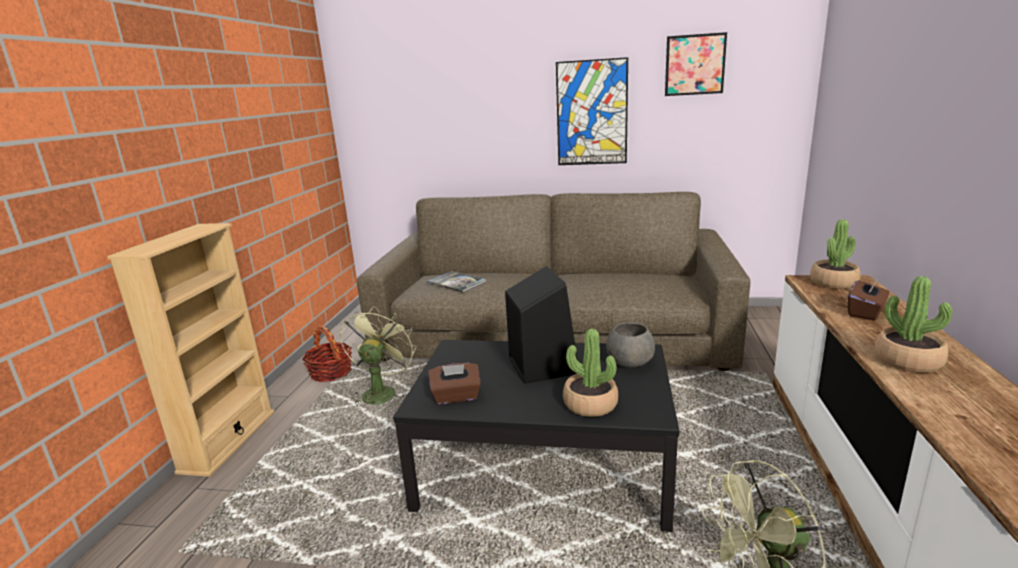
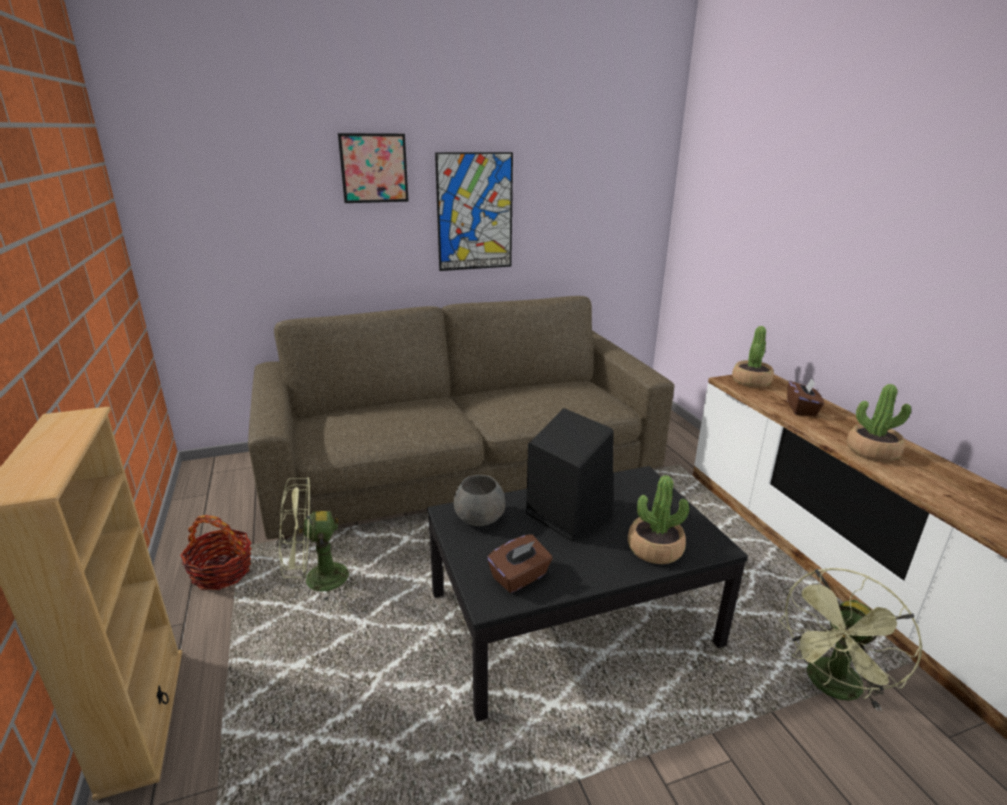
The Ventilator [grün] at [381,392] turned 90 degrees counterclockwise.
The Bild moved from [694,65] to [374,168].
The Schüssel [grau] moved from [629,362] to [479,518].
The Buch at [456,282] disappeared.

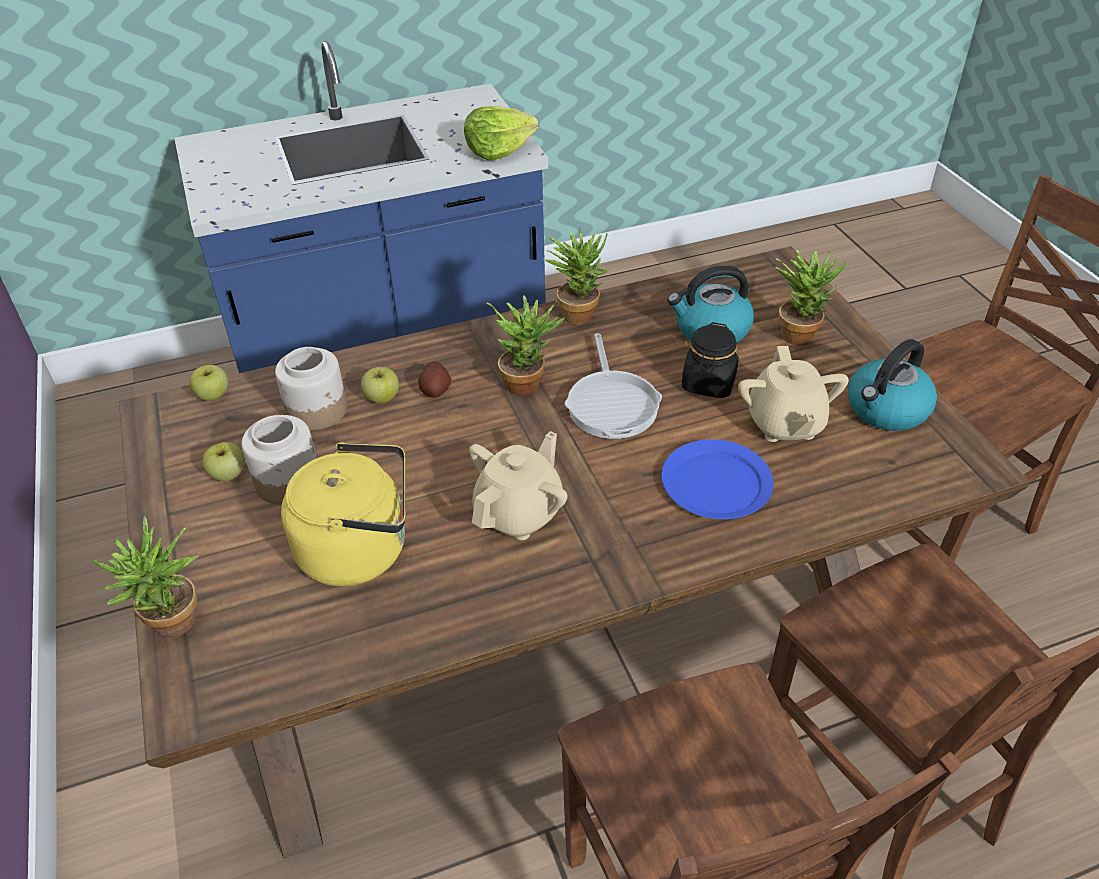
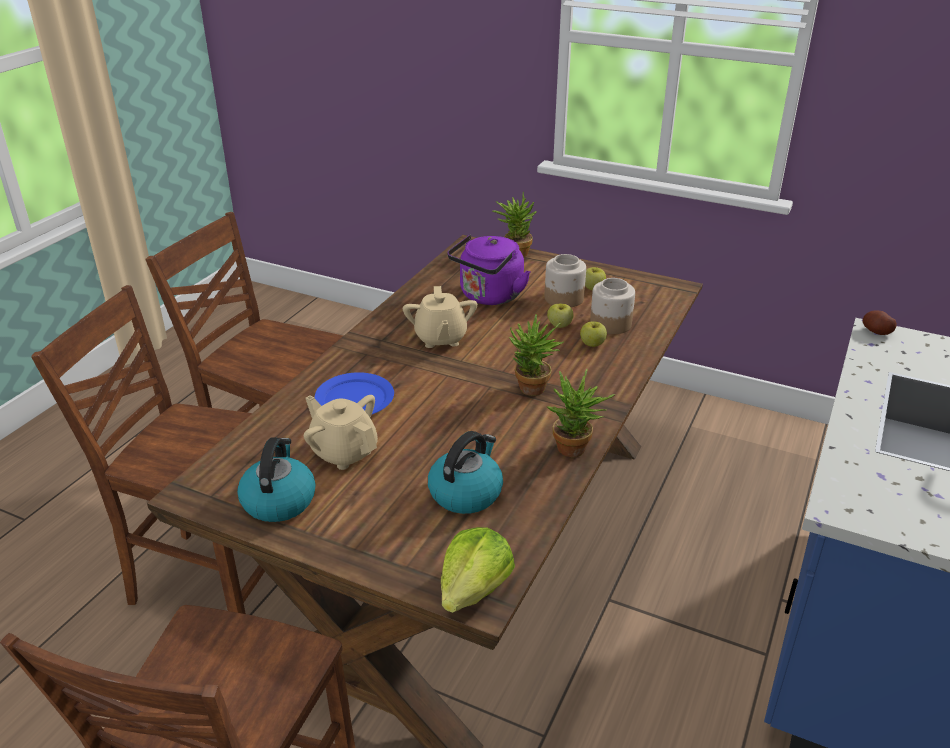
The Salatkopf moved from [498,150] to [474,589].
The Wasserkessel [gelb] at [360,549] became the Wasserkessel [lila] at [489,297].
The Apfel moved from [213,395] to [559,325].
The Kartoffel moved from [436,390] to [876,331].
The Pfanne at [612,404] disappeared.
The Vorratsglas [schwarz] at [708,383] disappeared.
The Topfpflanze at [800,332] disappeared.

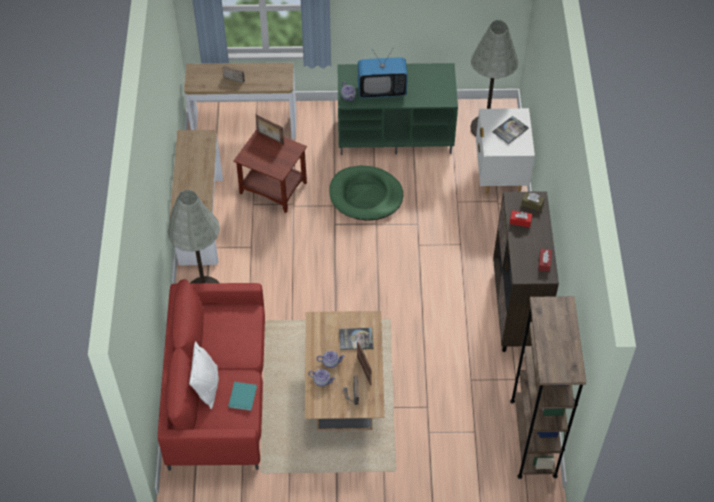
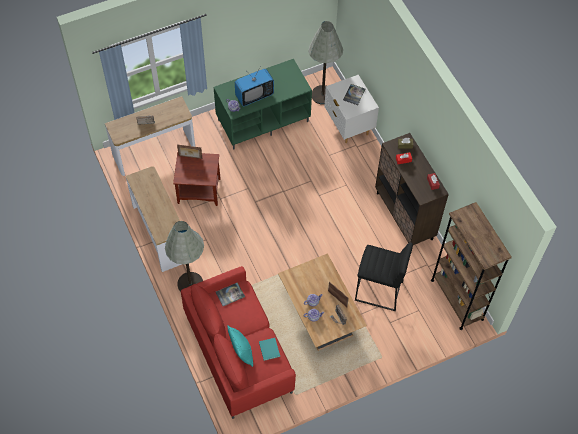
The Buch moved from [356,339] to [230,294].
The Kissen [weiß] at [207,387] became the Kissen [türkis] at [242,352].
The Hocker [schwarz] at [378,291] appeared.
The Hundebett [grün] at [365,195] disappeared.

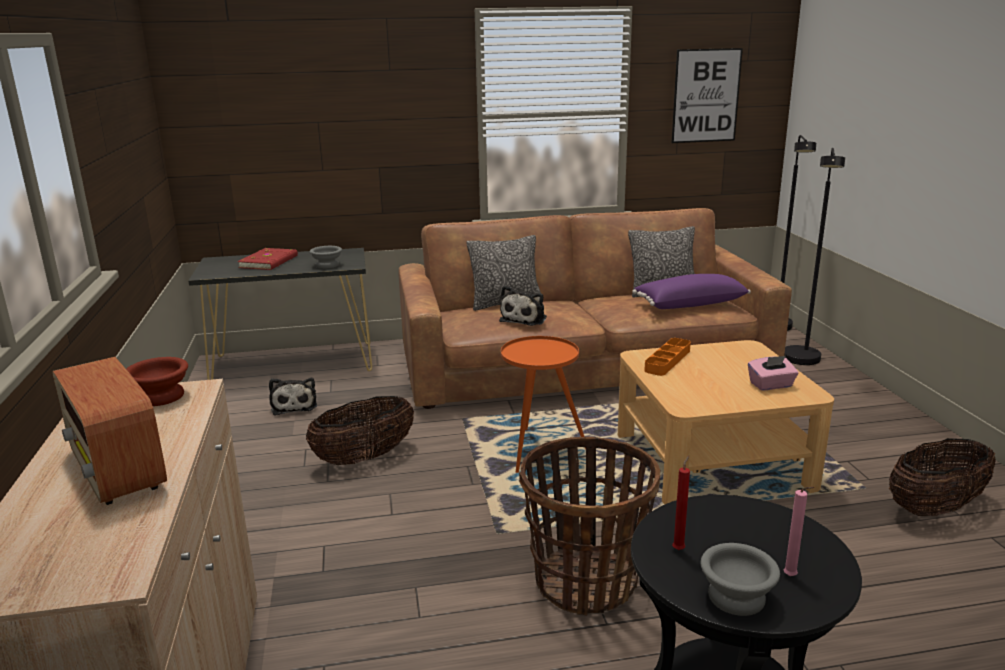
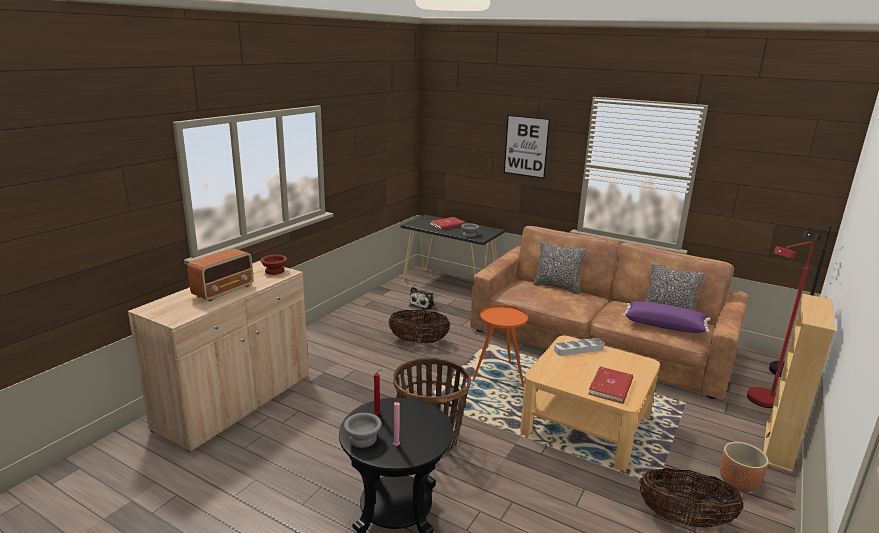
The Radio at [117,470] turned 150 degrees counterclockwise.
The Bild moved from [706,96] to [526,146].
The Tablett [orange] at [667,360] became the Tablett [grau] at [578,349].
The Taschentuchbox [rosa] at [771,385] was replaced by the Buch [rot] at [611,387].
The Pflanzkübel [braun] at [738,483] appeared.
The Stehlampe [schwarz] at [802,362] became the Stehlampe [rot] at [758,402].
The Bücherregal [beige] at [778,446] appeared.
The Plüschtier at [525,319] disappeared.

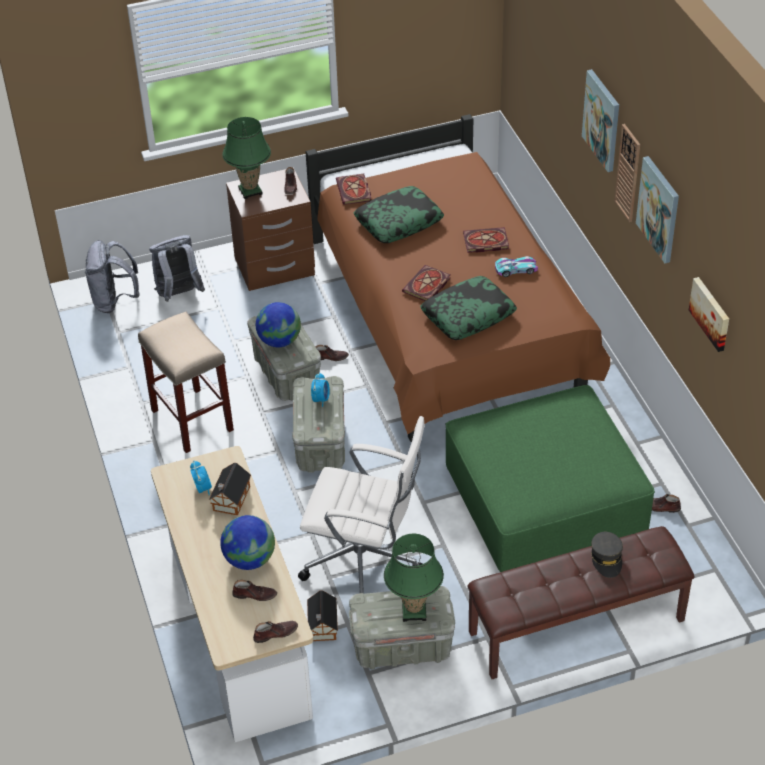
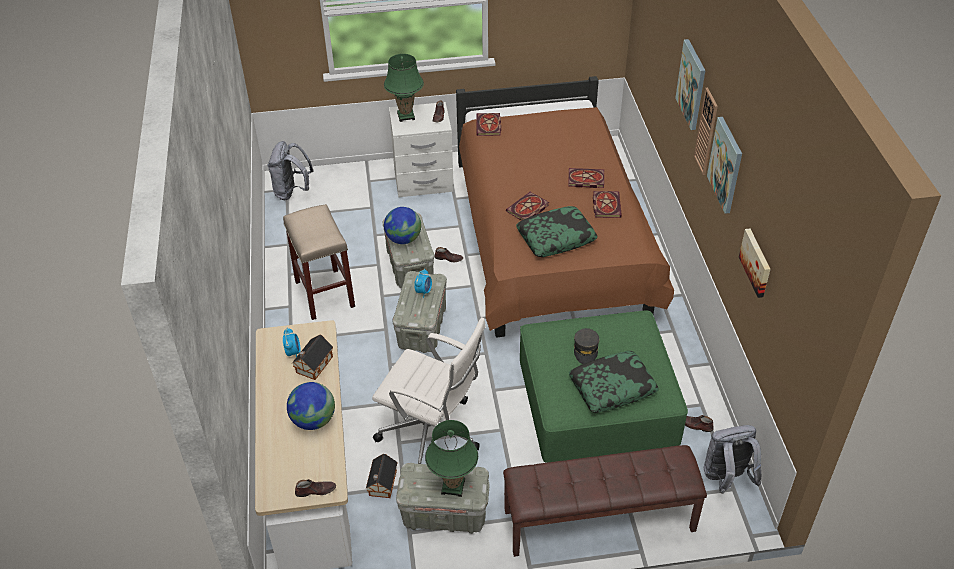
The Nachttisch [braun] at [275,267] became the Nachttisch [weiß] at [423,181].
The Kissen moved from [398,222] to [612,387].
The Kappe [grau] moved from [606,558] to [586,350].
The Spielzeugauto at [516,269] was replaced by the Buch at [606,205].
The Rucksack [grau] moved from [179,294] to [726,478].
The Schuh [braun] at [255,594] disappeared.

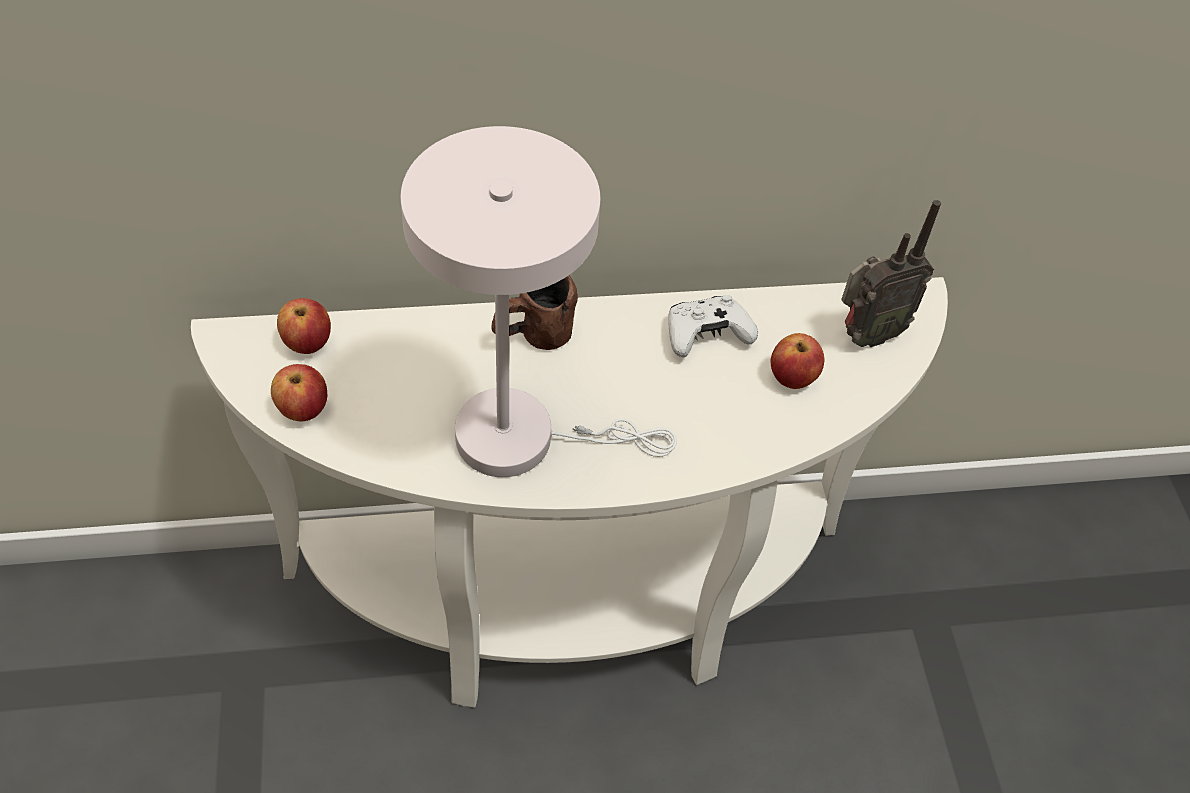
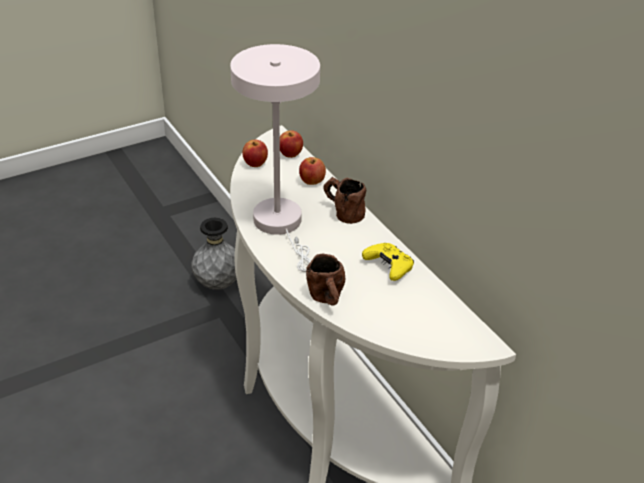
The Vase [grau] at [218,284] appeared.
The Apfel moved from [792,377] to [312,182].
The Henkelbecher [braun] at [327,300] appeared.
The Gamepad [weiß] at [706,335] became the Gamepad [gelb] at [389,267].
The Radio at [865,334] disappeared.

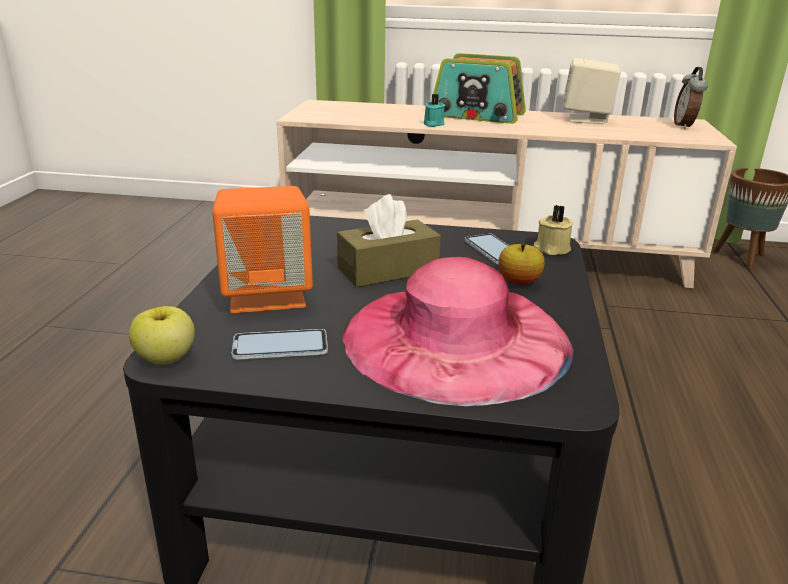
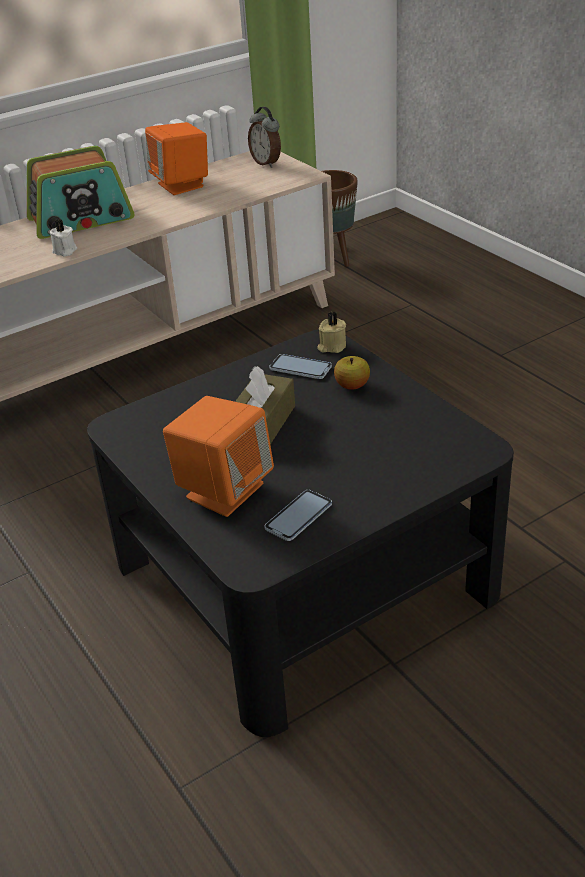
The Kerze [türkis] at [433,124] became the Kerze [weiß] at [64,251].
The Lautsprecher [beige] at [586,119] became the Lautsprecher [orange] at [181,185].
The Apfel at [166,359] disappeared.
The Hut [rosa] at [456,338] disappeared.

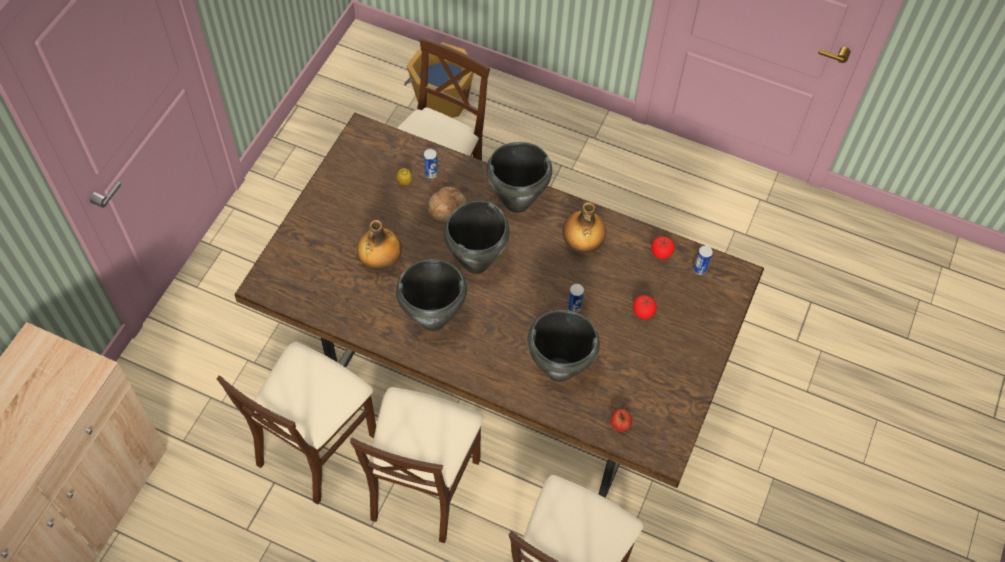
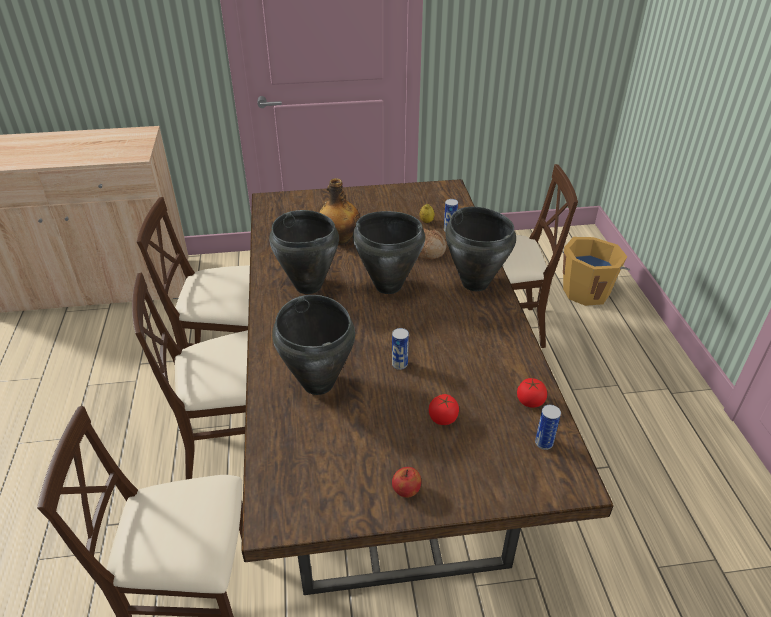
The Apfel moved from [620,424] to [406,491].
The Flasche at [581,245] disappeared.

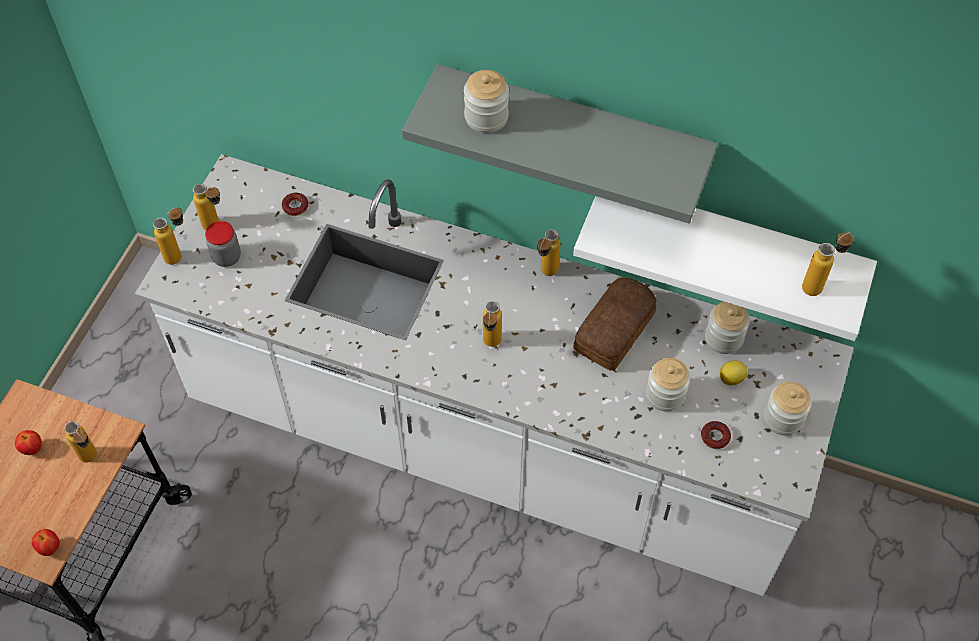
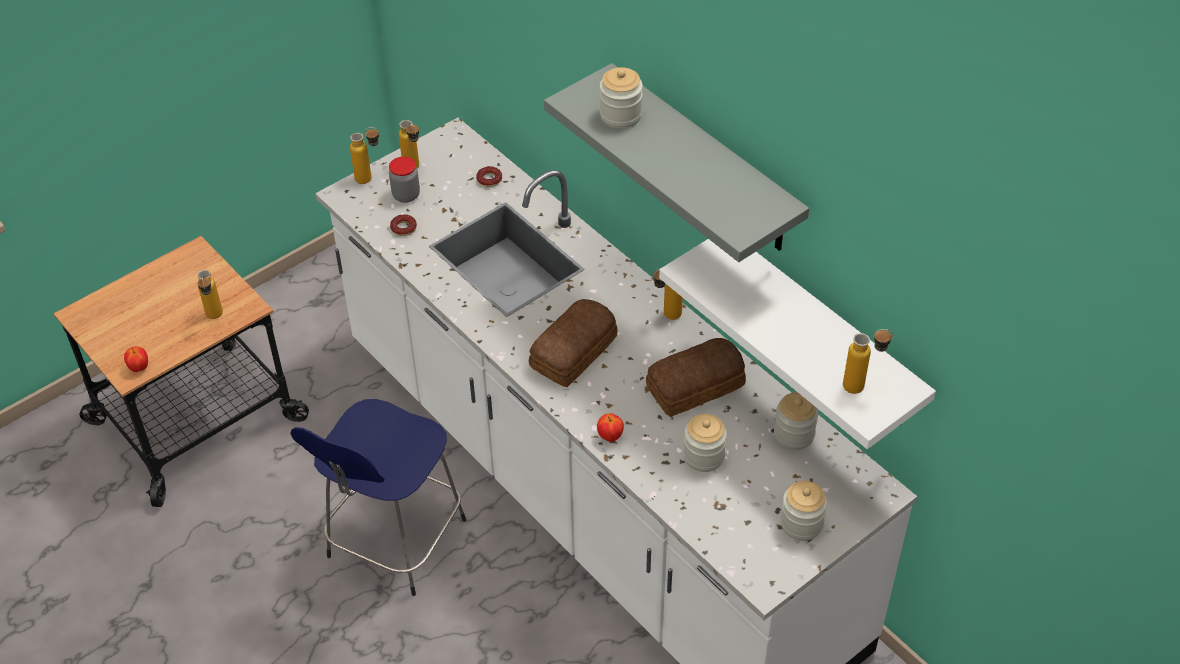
The Hocker [blau] at [394,542] appeared.
The Donut moved from [715,437] to [403,228].
The Flasche at [491,346] was replaced by the Brot at [576,352].
The Apfel moved from [32,449] to [610,437].
The Zitrone at [732,378] disappeared.

